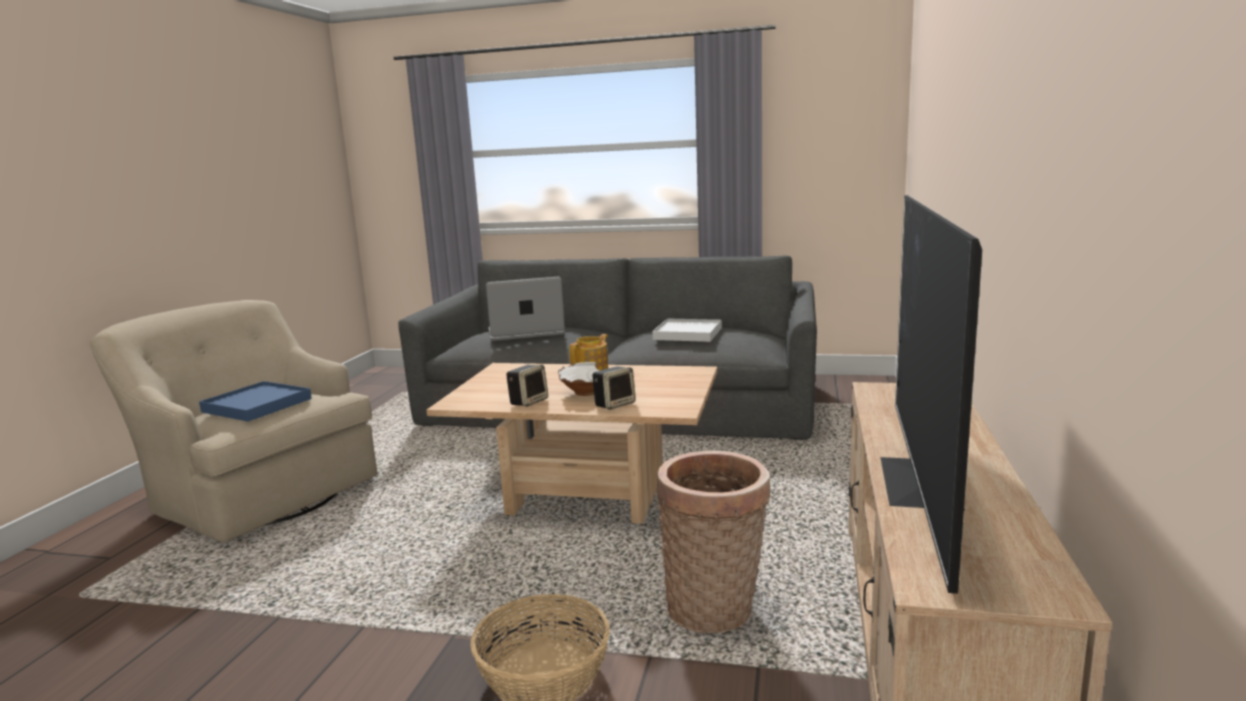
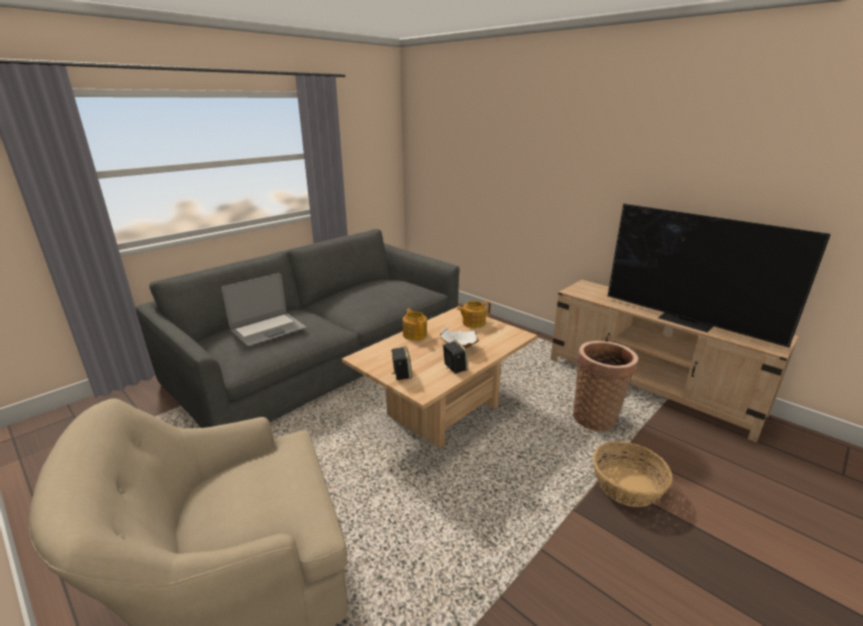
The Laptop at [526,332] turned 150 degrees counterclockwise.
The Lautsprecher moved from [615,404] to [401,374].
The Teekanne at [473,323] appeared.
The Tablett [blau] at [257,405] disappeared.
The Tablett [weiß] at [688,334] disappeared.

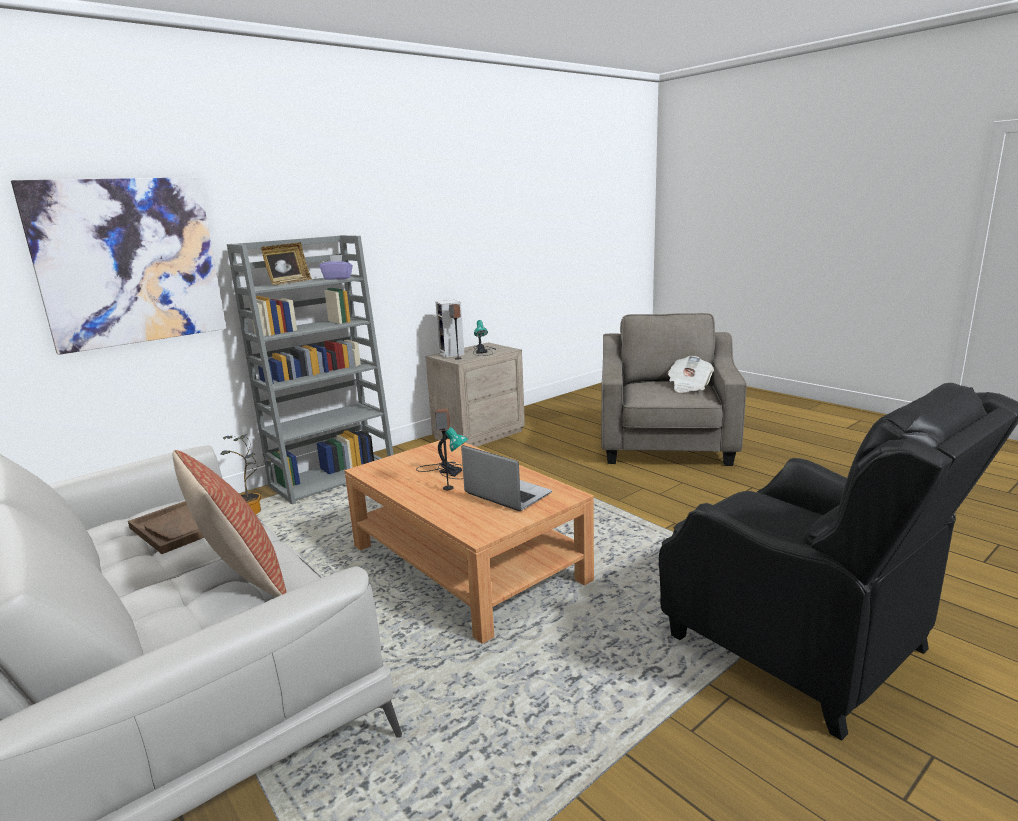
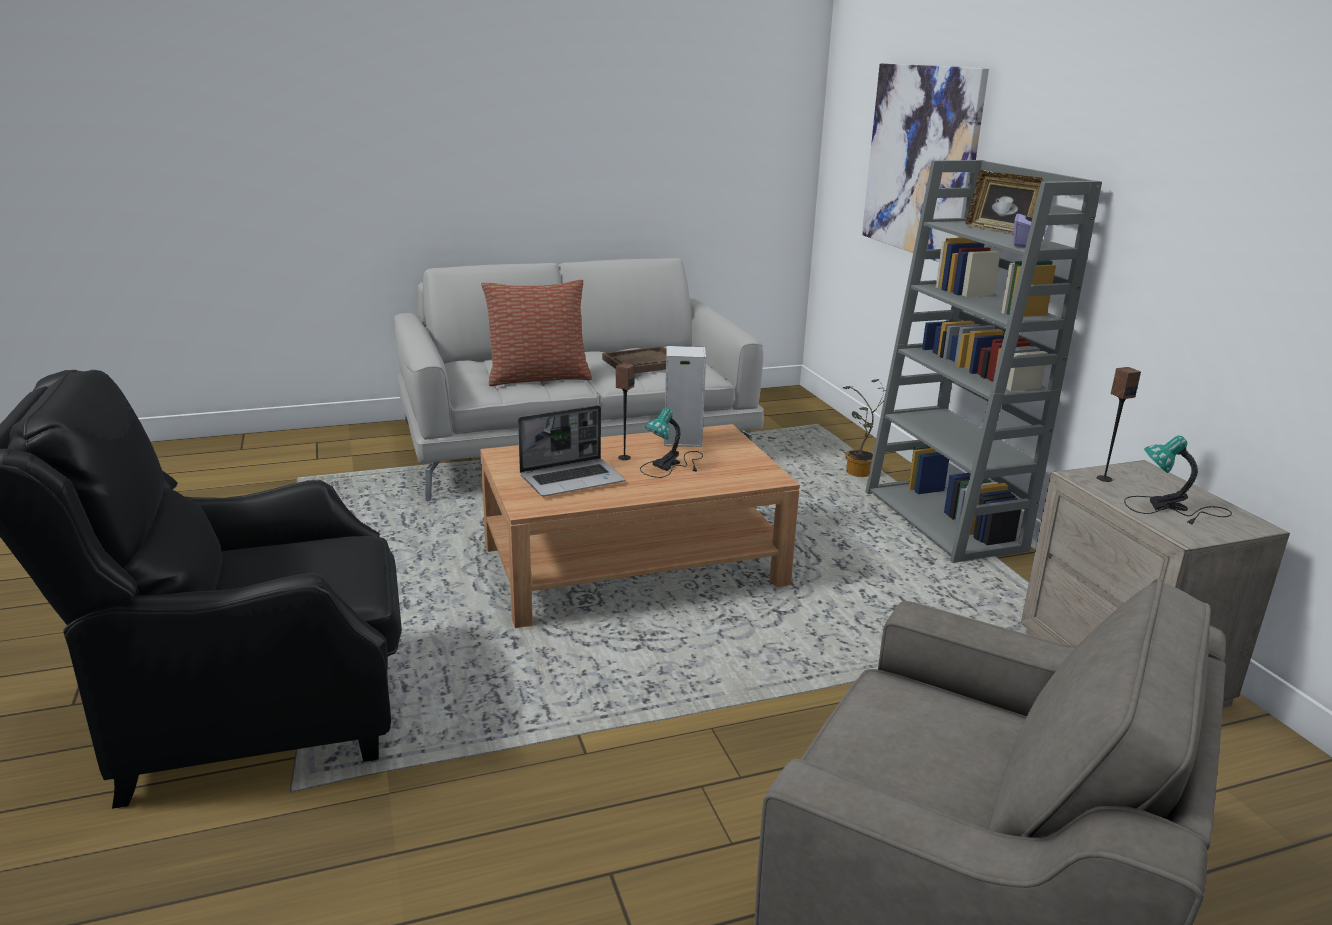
The Lautsprecher moved from [452,354] to [680,440].
The Zeitung at [688,386] disappeared.

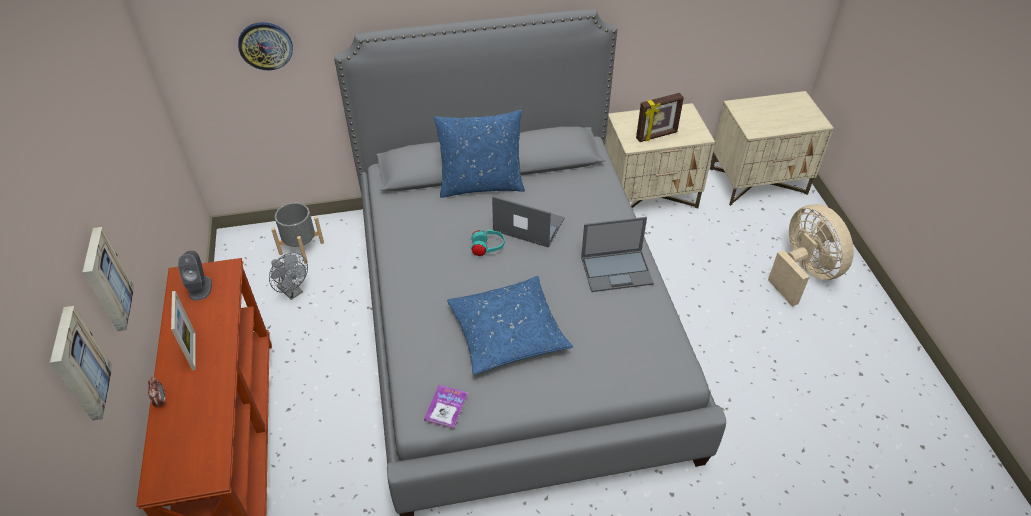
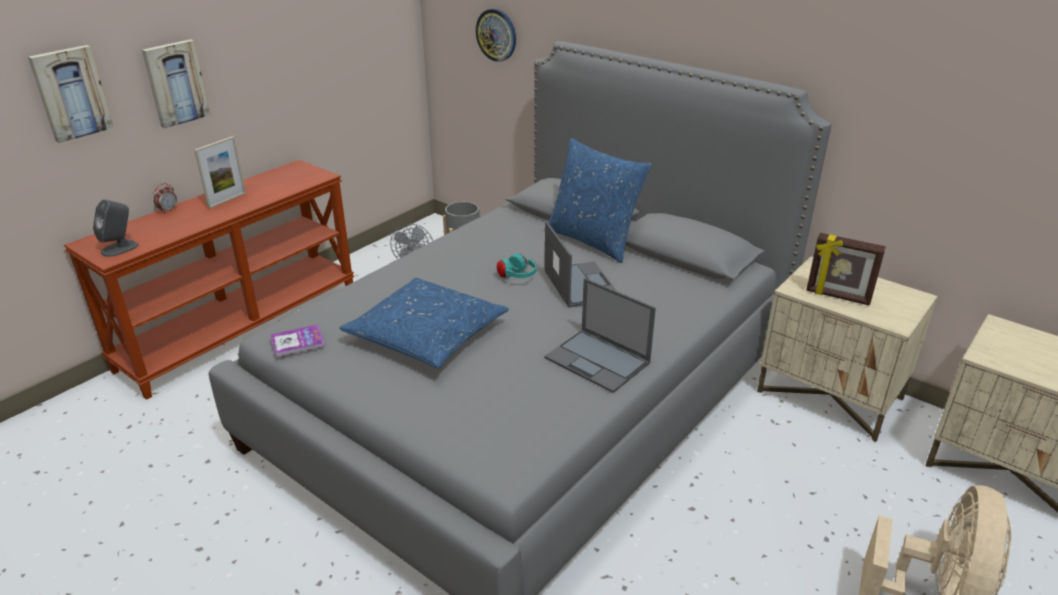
The Lautsprecher [grau] moved from [200,287] to [120,248].

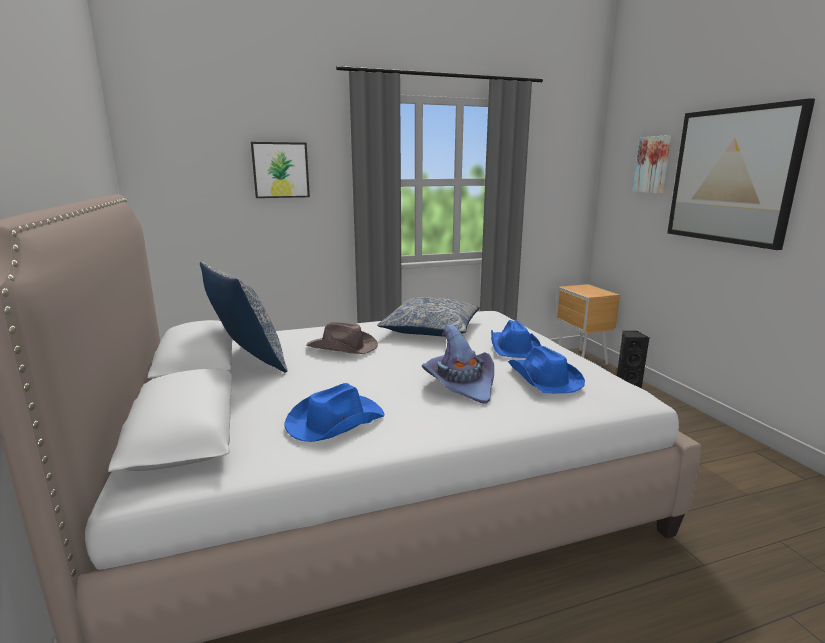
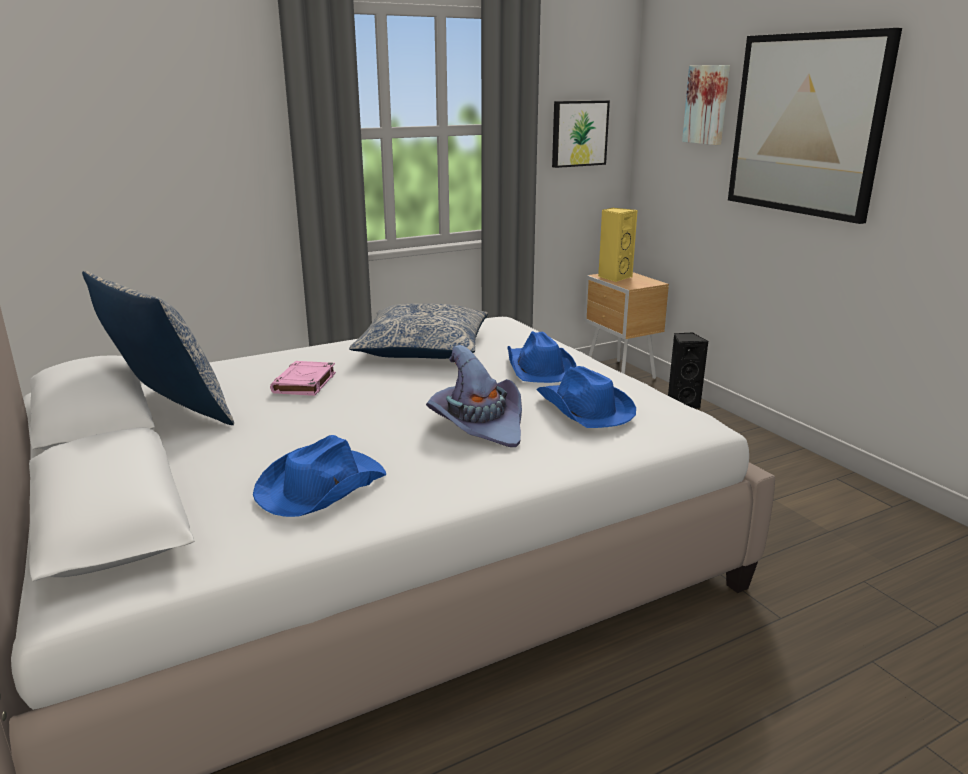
The Hut [braun] at [343,347] was replaced by the Buch [rosa] at [304,383].
The Bild moved from [280,170] to [578,133].
The Lautsprecher [gelb] at [614,277] appeared.

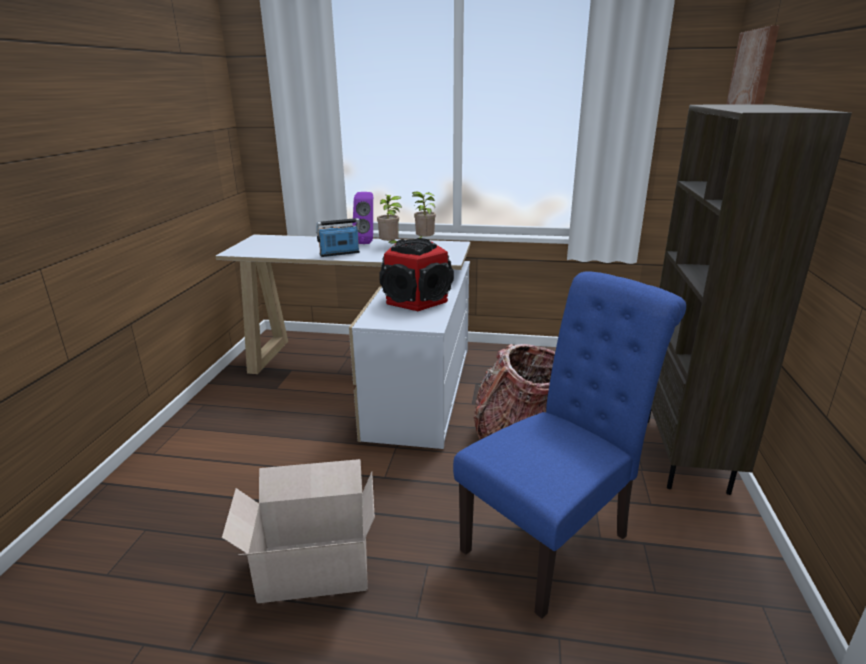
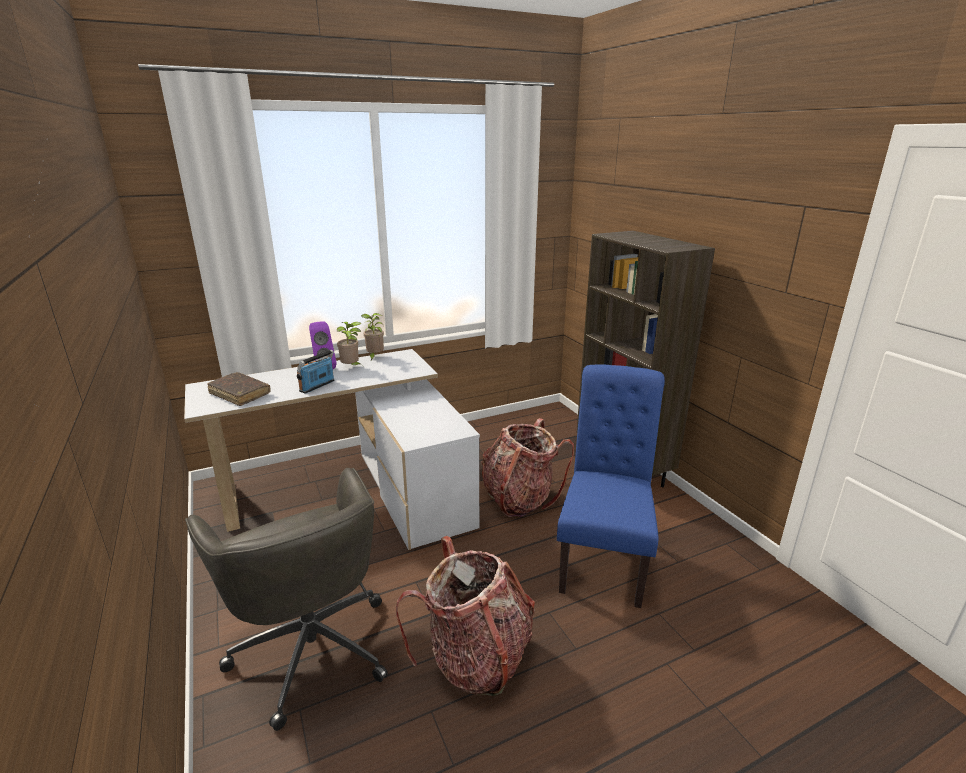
The Bürostuhl [grau] at [311,645] appeared.
The Buch [braun] at [240,394] appeared.
The Karton at [311,567] was replaced by the Rucksack at [475,658].
The Lautsprecher at [417,300] disappeared.
The Bild at [752,77] disappeared.

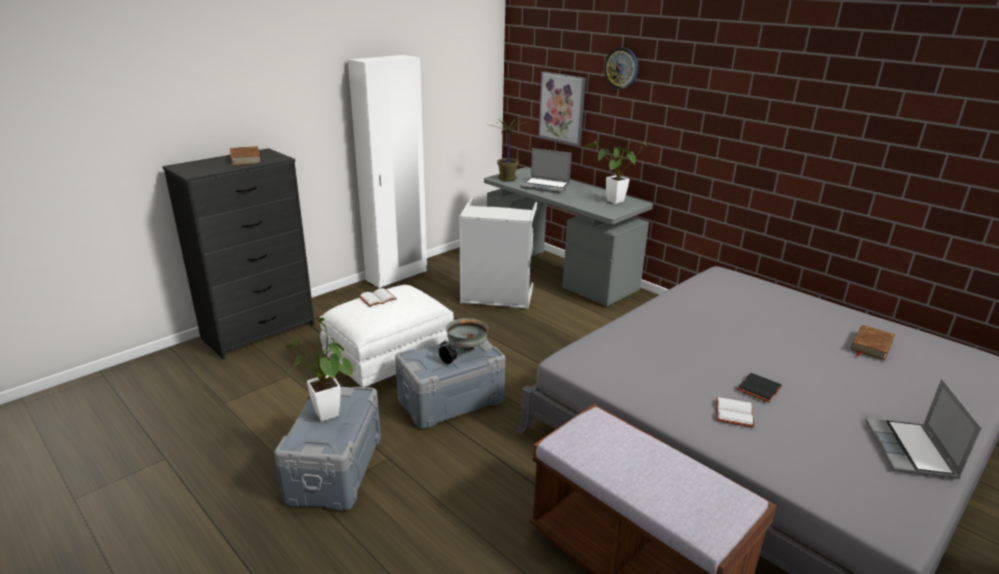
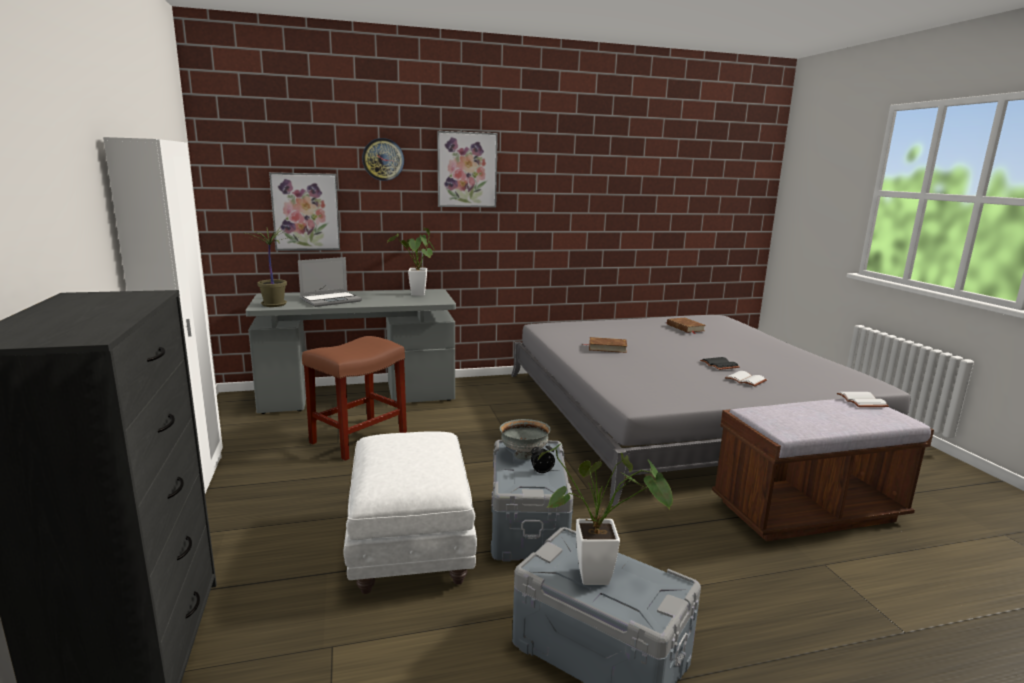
The Wäschekorb [grau] at [496,298] was replaced by the Hocker [braun] at [358,439].
The Bild at [467,170] appeared.
The Buch [braun] moved from [246,159] to [607,347].
The Buch [weiß] moved from [377,299] to [863,401].
The Laptop at [911,451] disappeared.

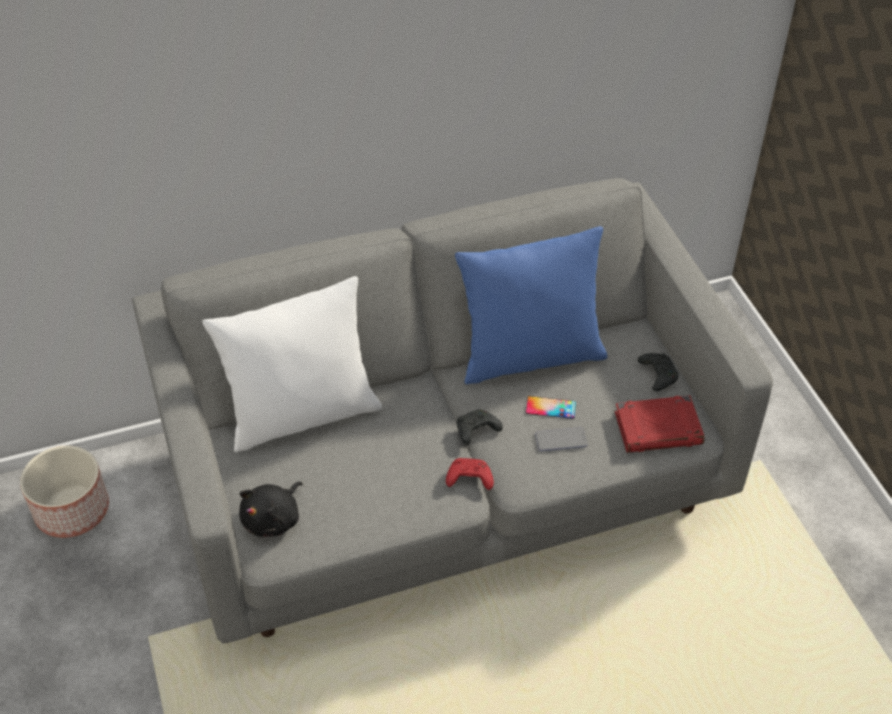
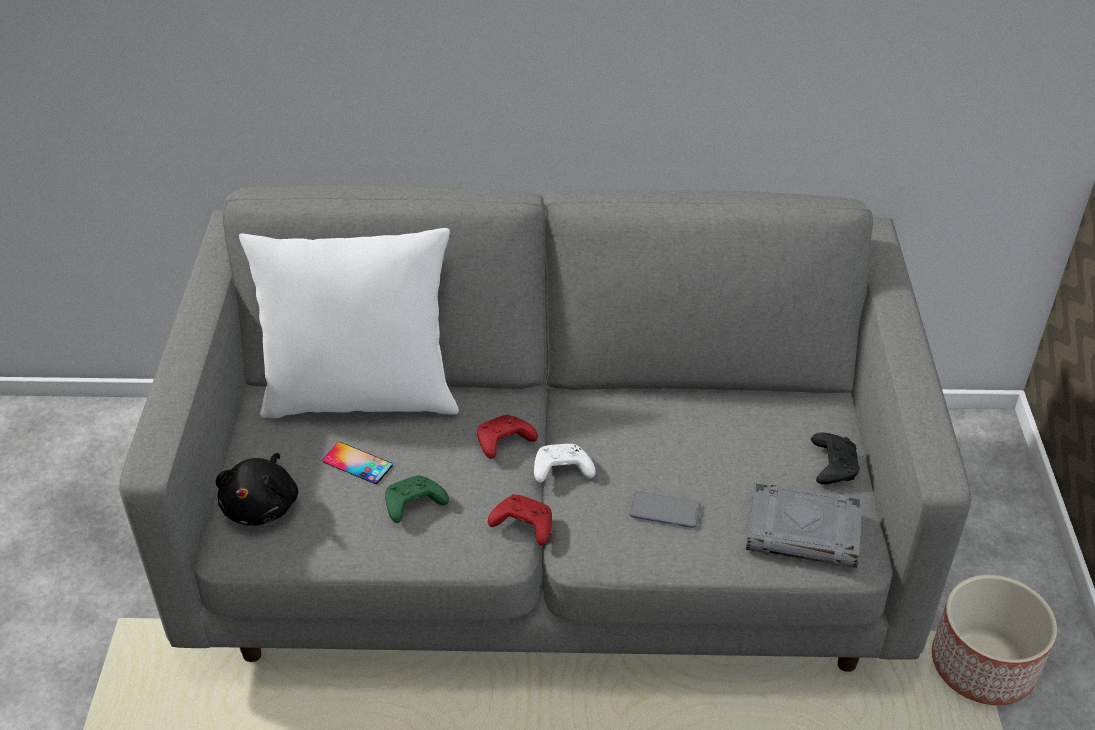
The Plüschtier [schwarz] at [273,519] turned 45 degrees counterclockwise.
The Handy moved from [550,408] to [357,463].
The Gamepad [grün] at [412,506] appeared.
The Gamepad [rot] at [503,443] appeared.
The Gamepad [schwarz] at [476,431] became the Gamepad [weiß] at [560,471].
The Buch [rot] at [659,428] became the Buch [grau] at [804,532].
The Pflanzkübel moved from [72,509] to [982,664].
The Kissen [blau] at [530,356] disappeared.

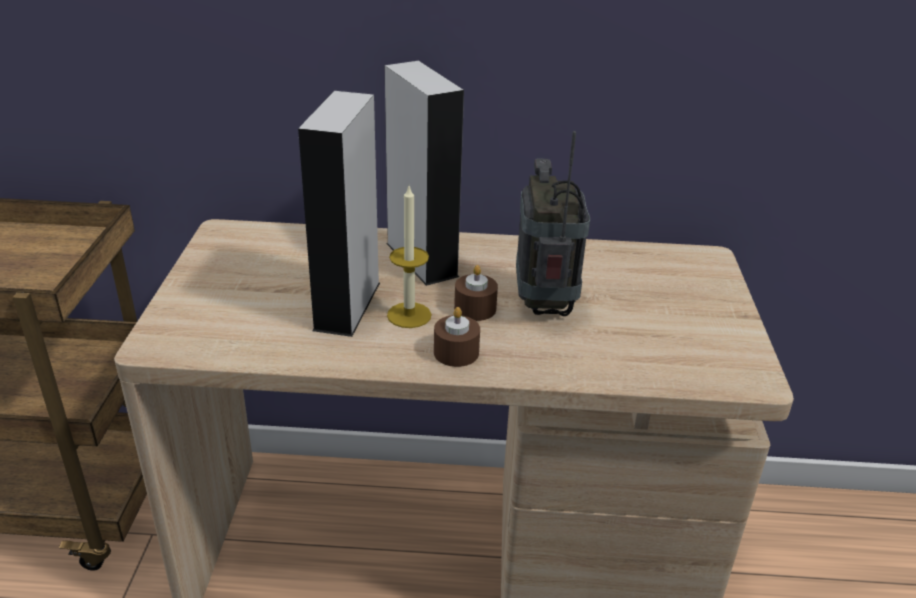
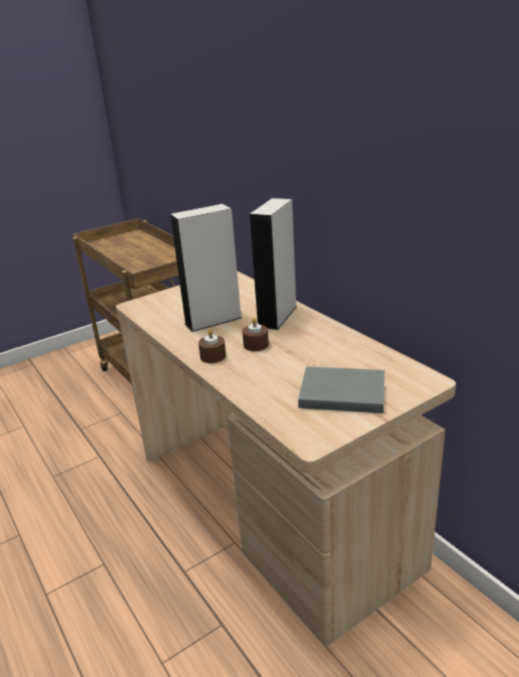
The Buch [grau] at [340,392] appeared.
The Kerze at [409,315] disappeared.
The Radio at [545,304] disappeared.

